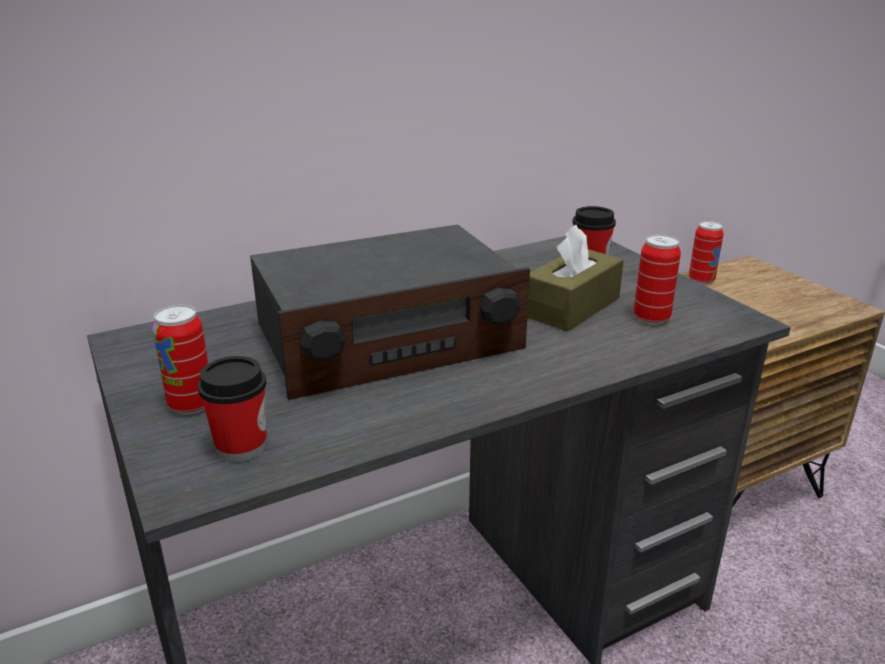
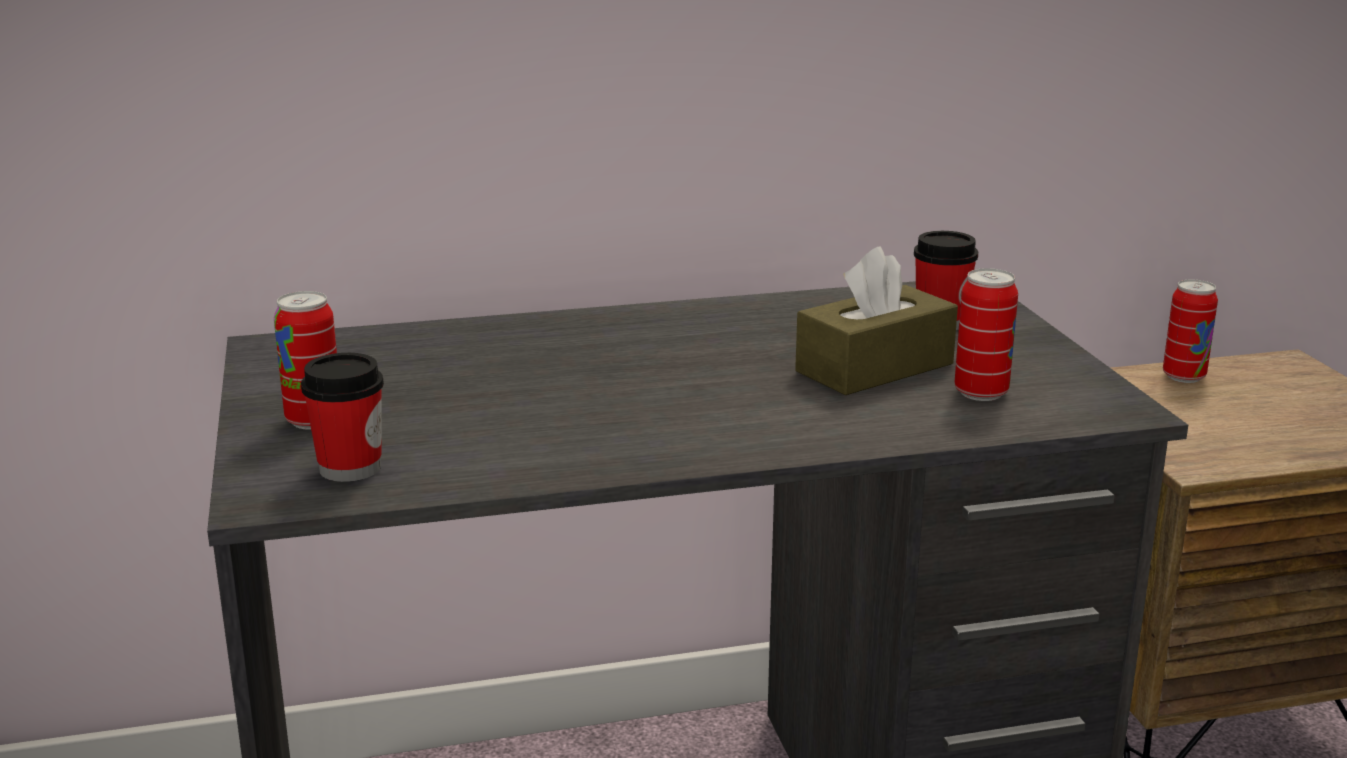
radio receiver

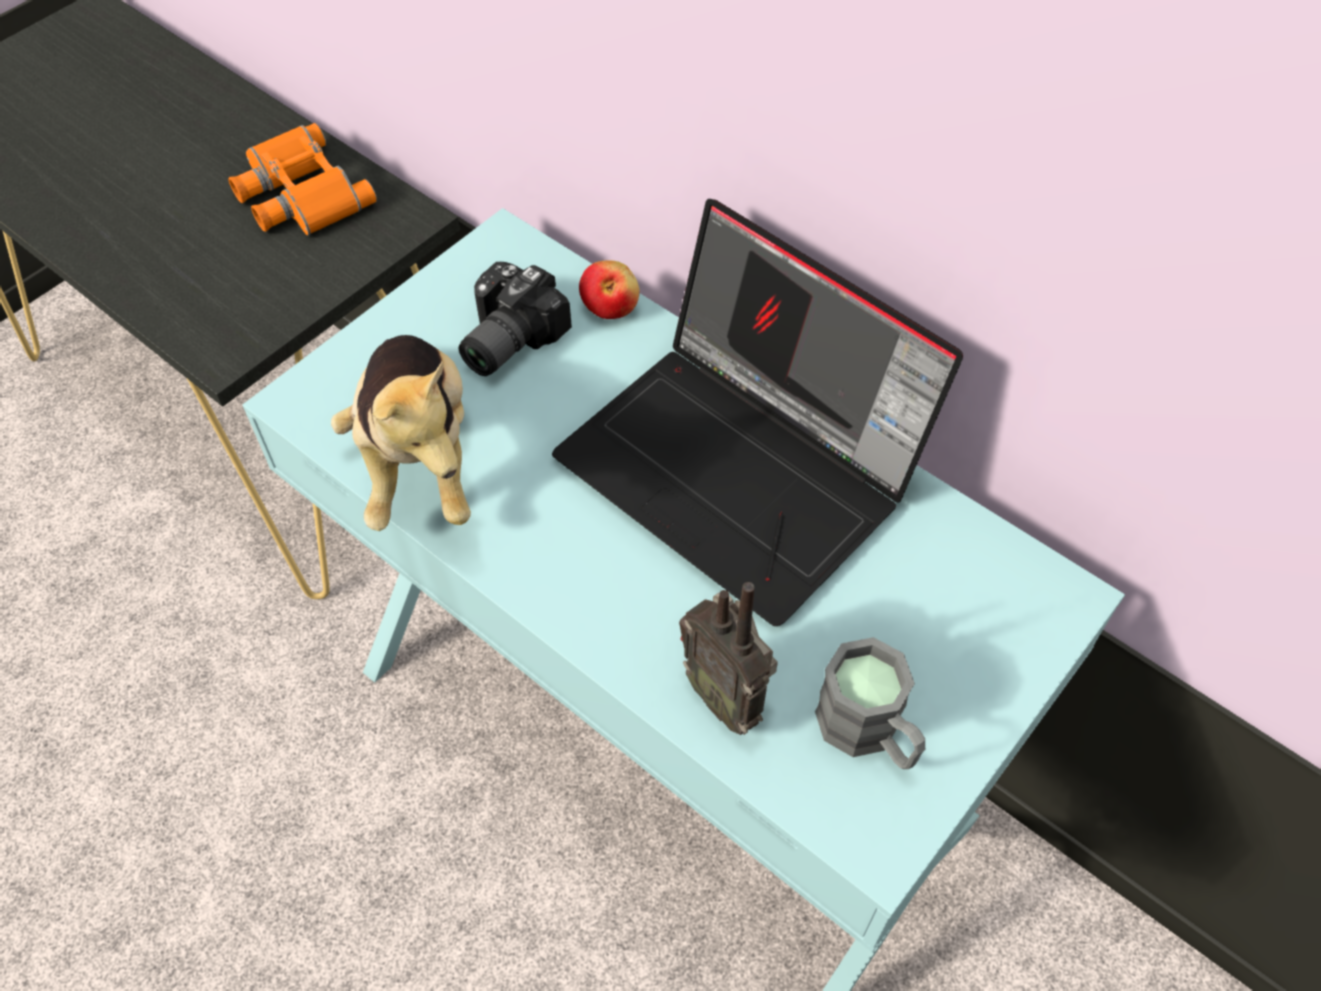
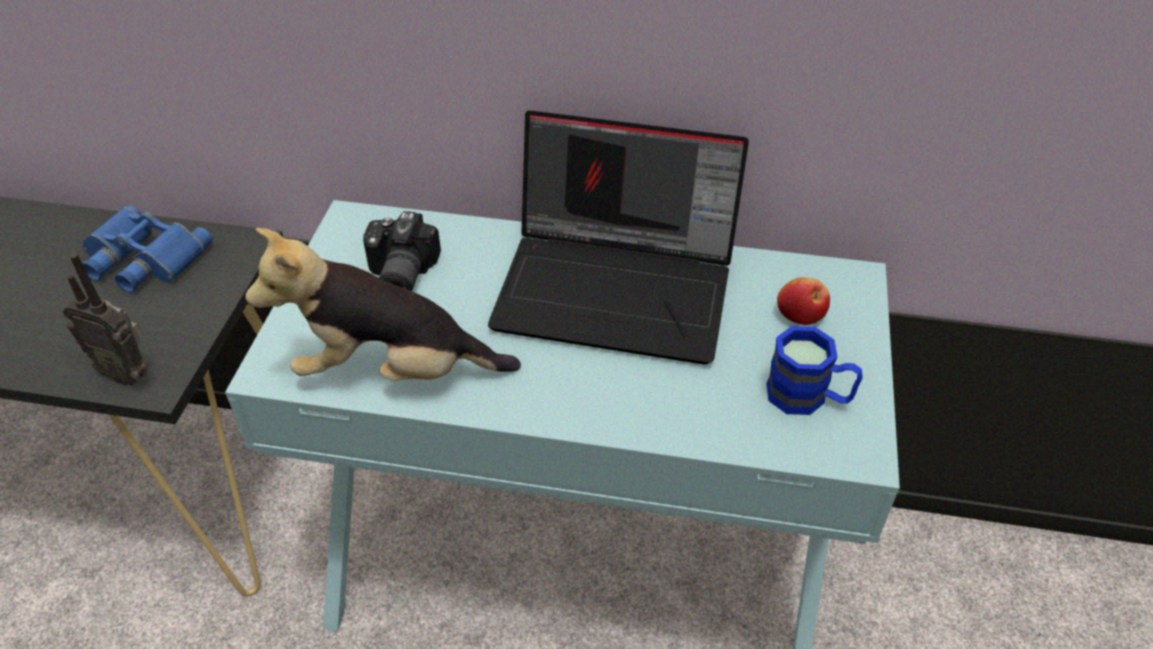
field glasses (bluish)
apple fruit
soft toy
radio receiver
mug (bluish)

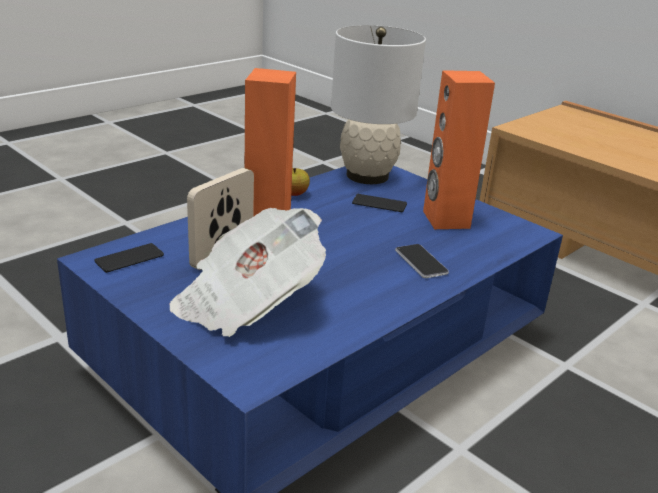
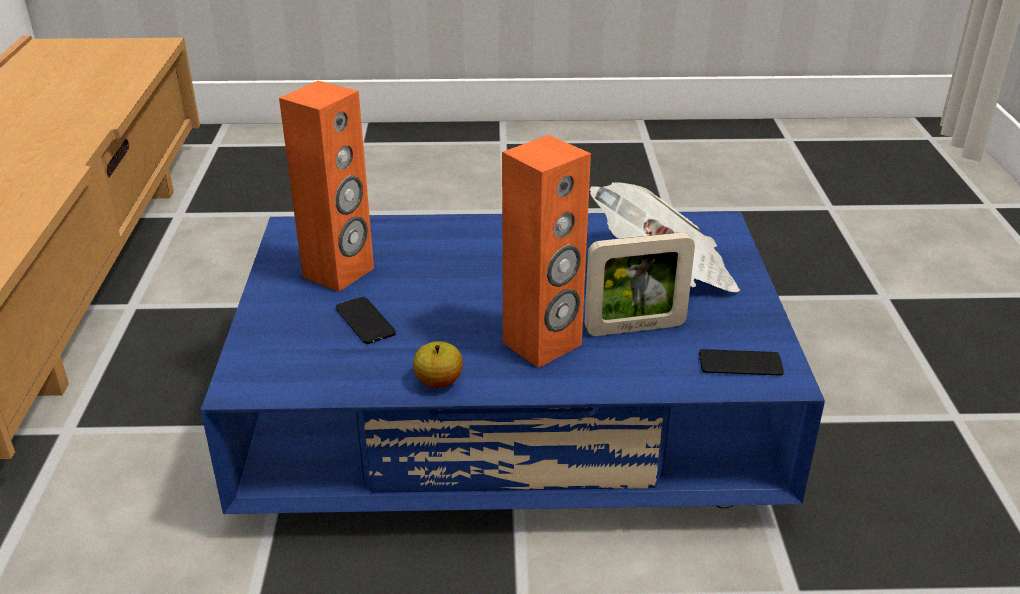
tabletop lamp (white)
phone (no. 3 from left in the first image)

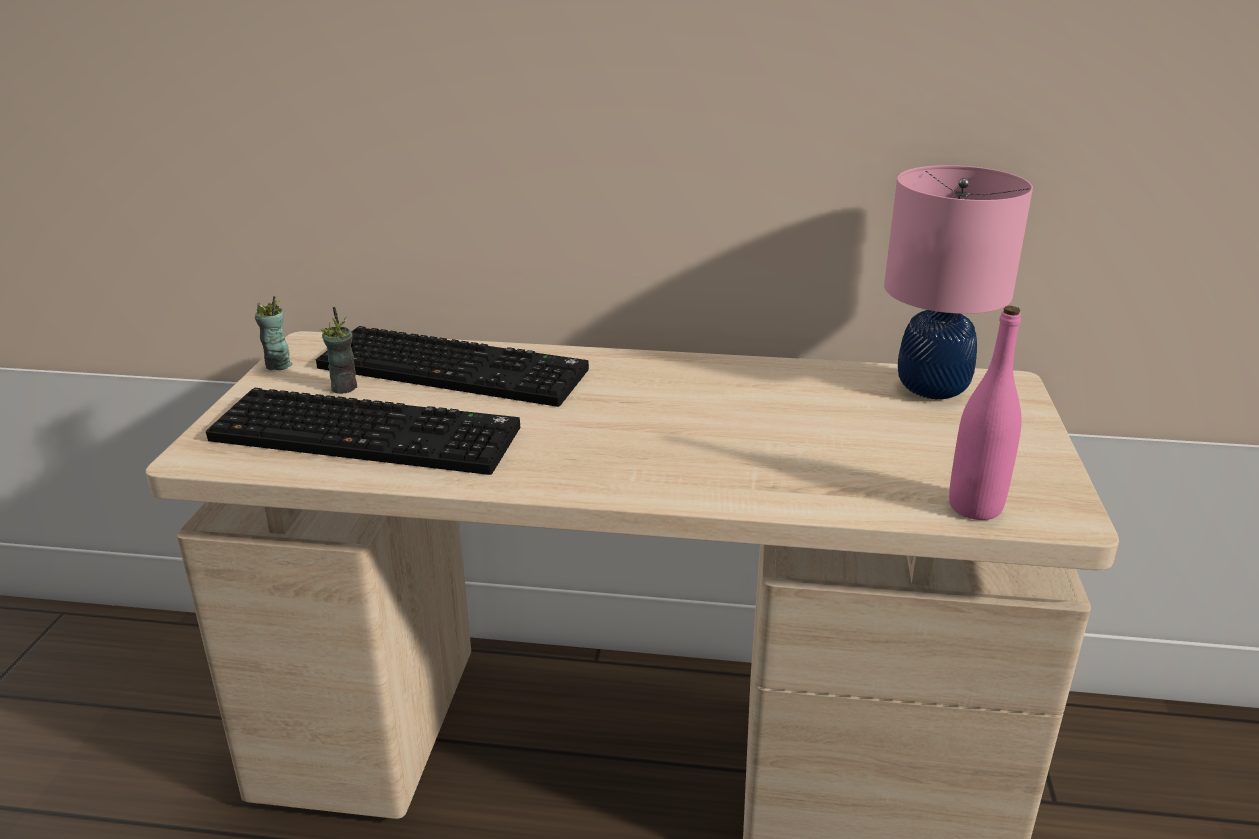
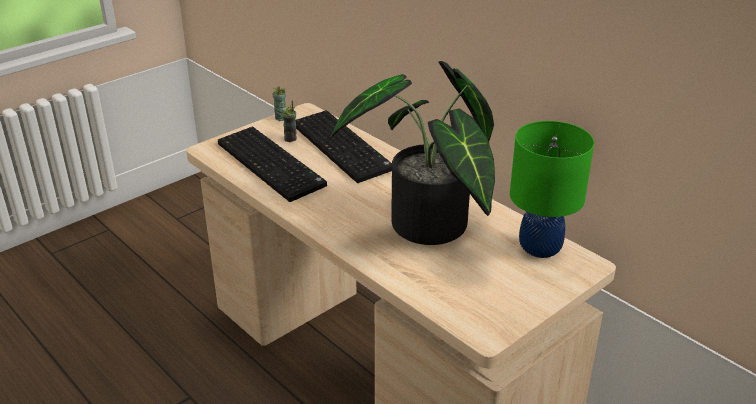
tabletop lamp (green)
beverage bottle (pink-coloured)
plant in a pot

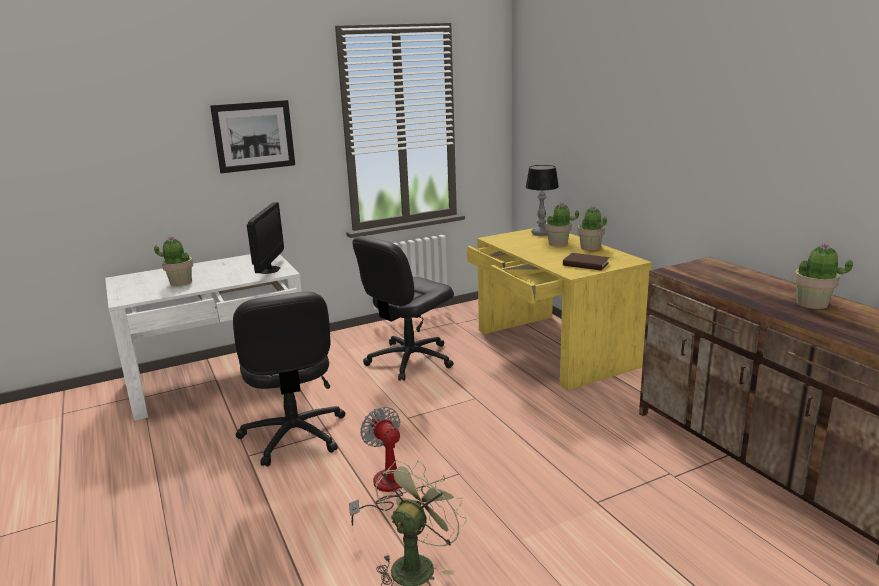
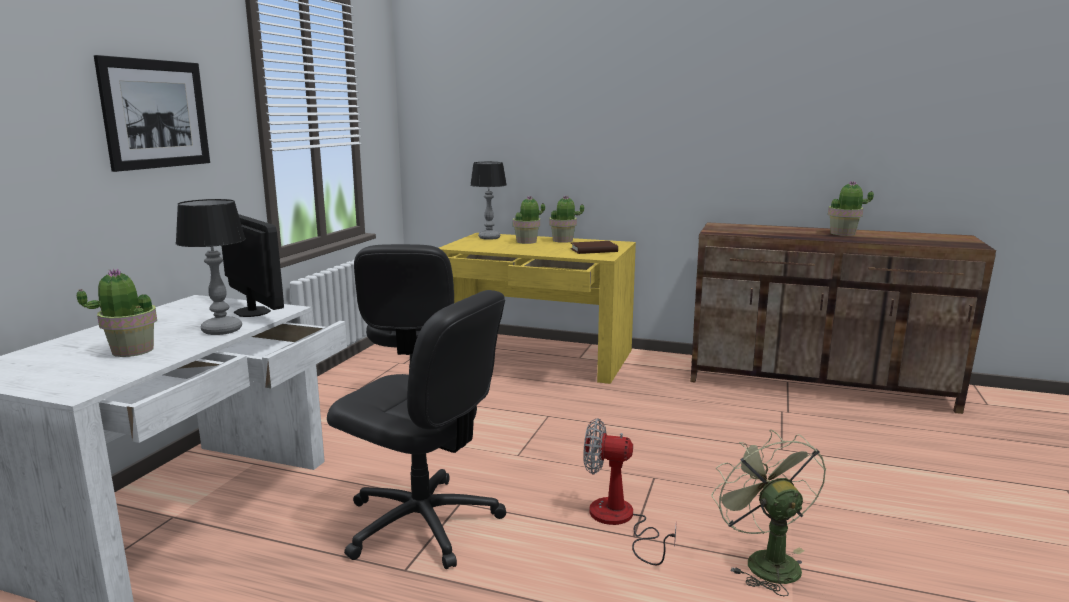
tabletop lamp (no. 1 from left)

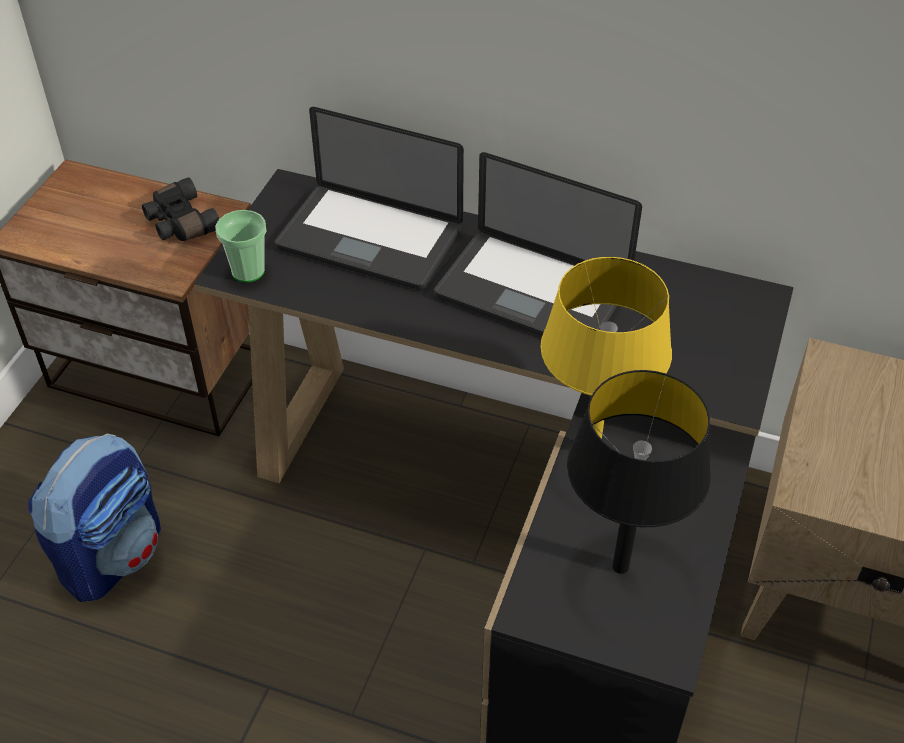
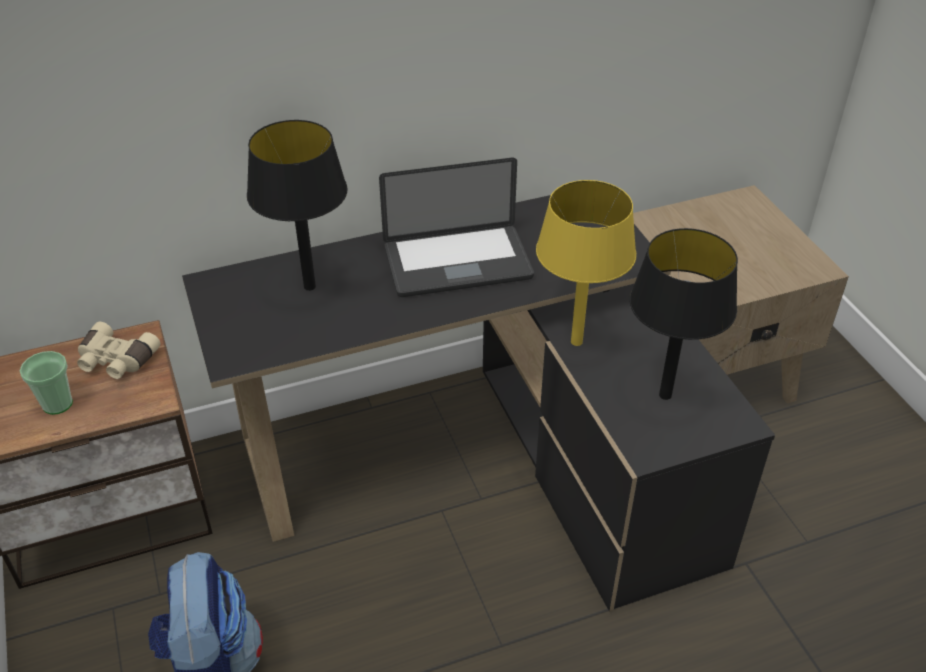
tabletop lamp (black) (no. 1 from left)
field glasses (beige-coloured)
drinking cup

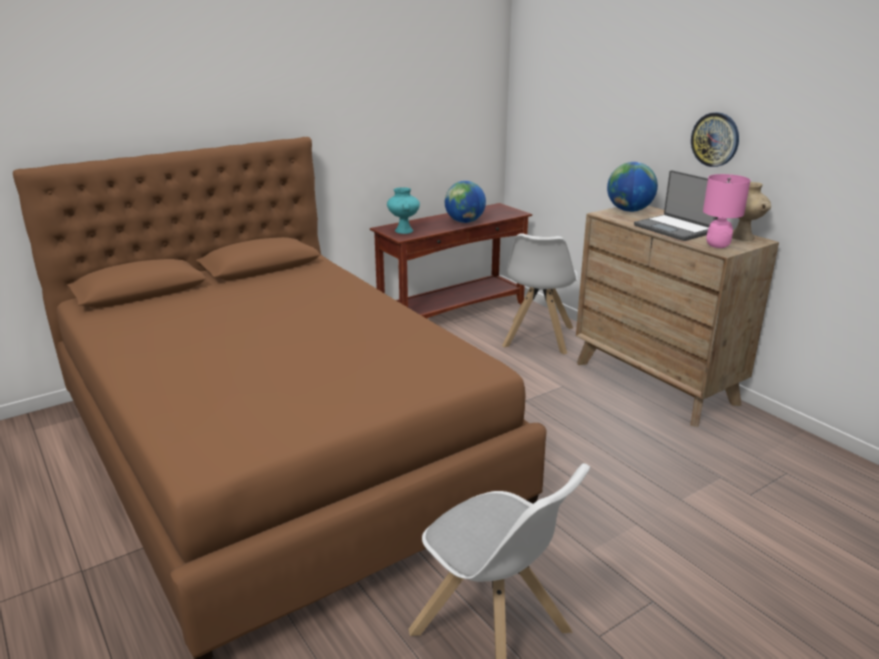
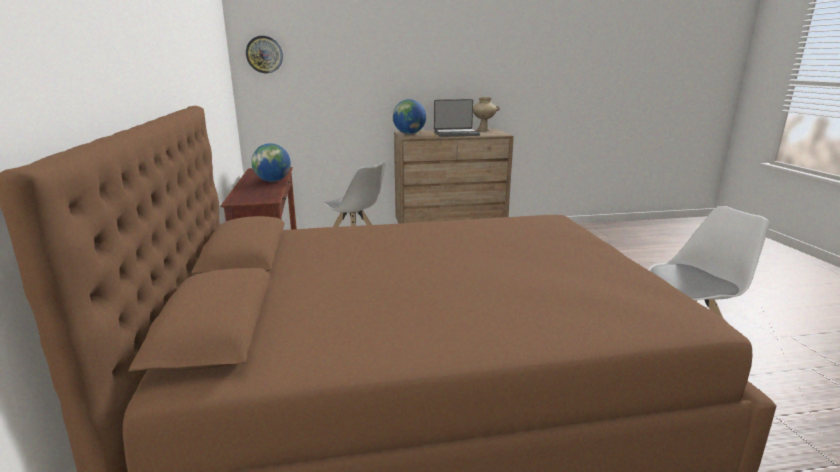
hanging clock
tabletop lamp (pink-coloured)
vase (turquoise-coloured)

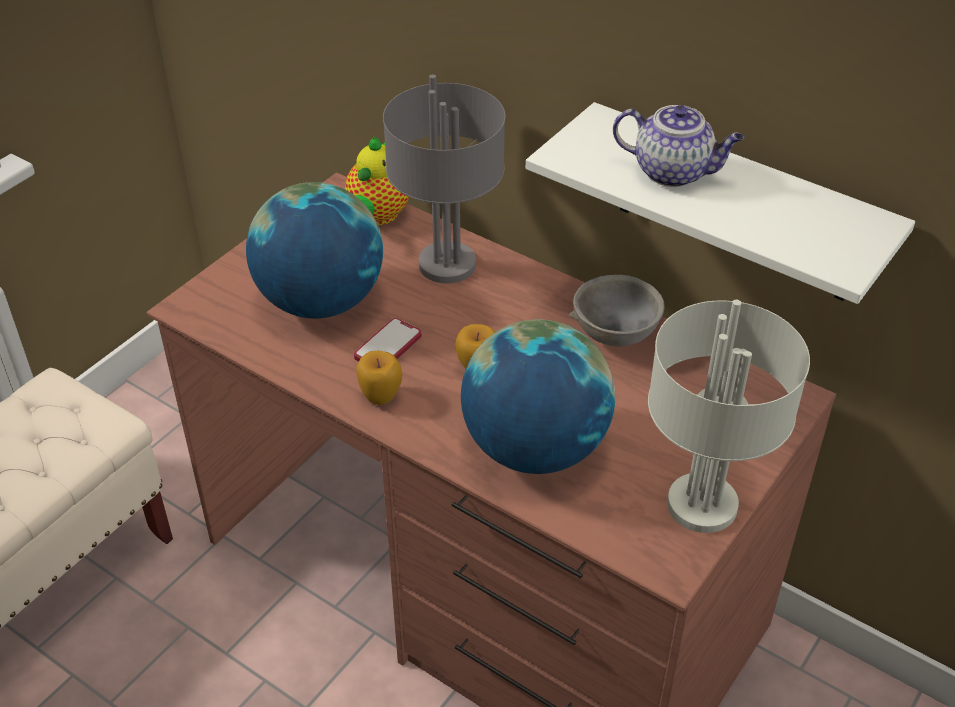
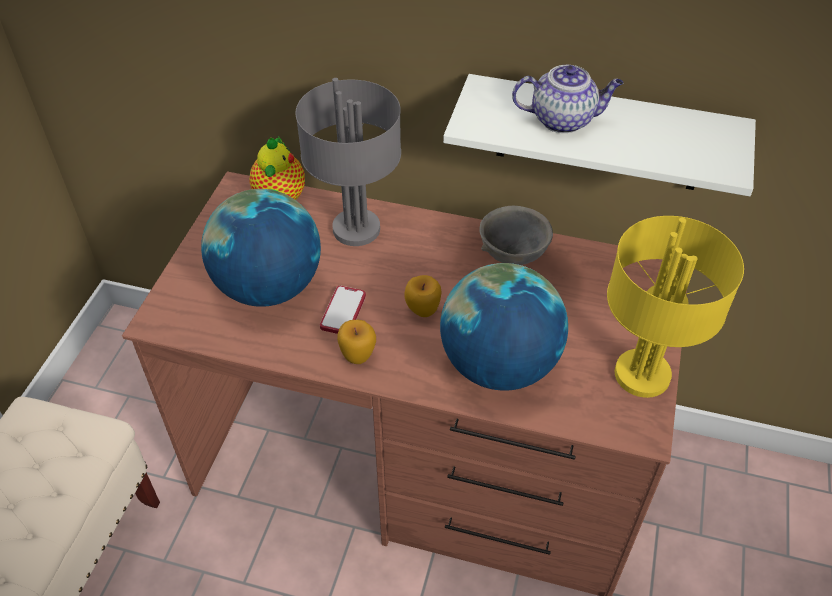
tabletop lamp (yellow)

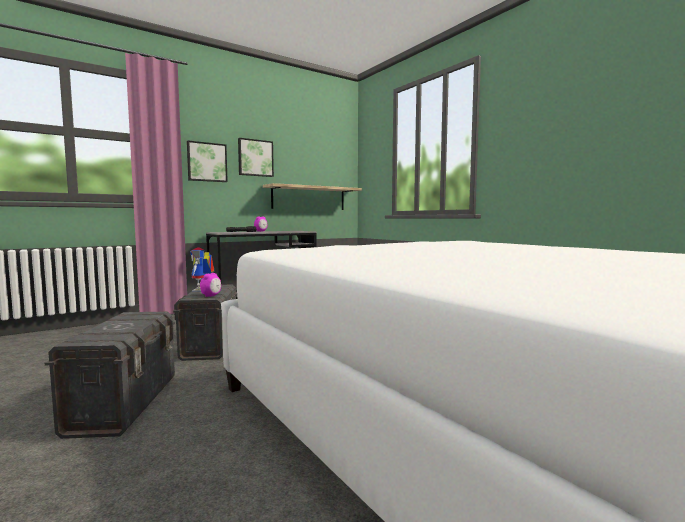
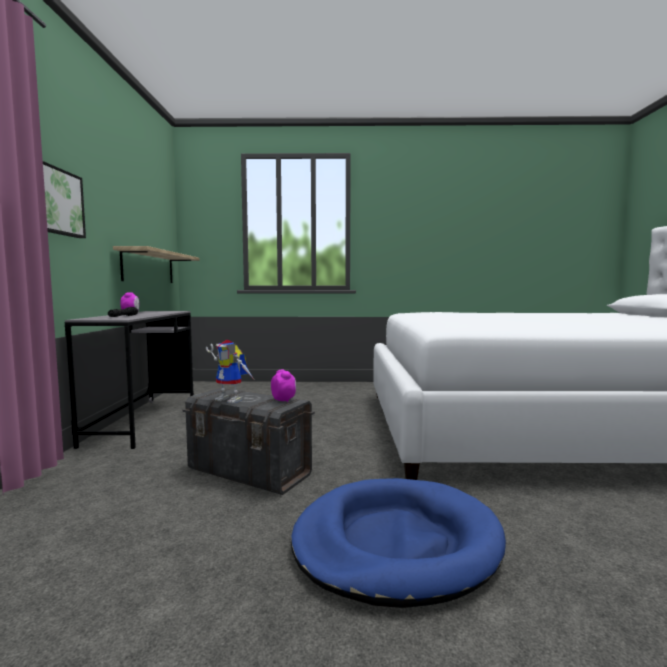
picture (no. 2 from left in the first image)
dog cushion (bluish)

